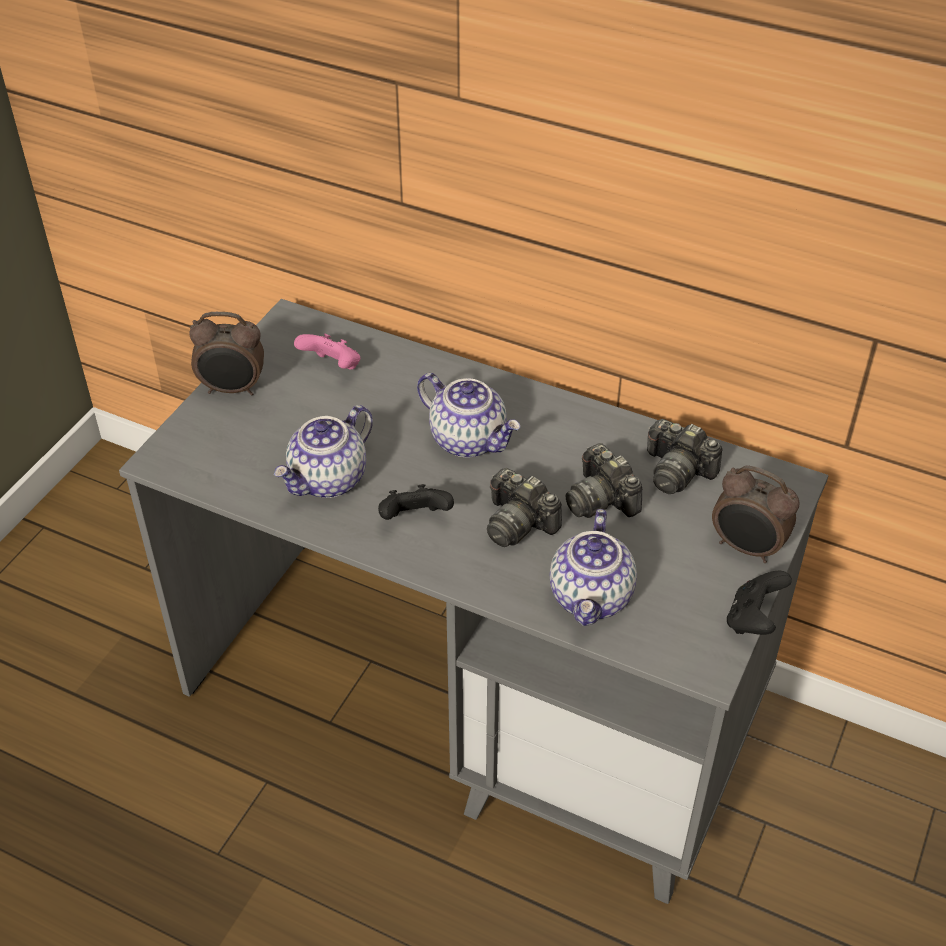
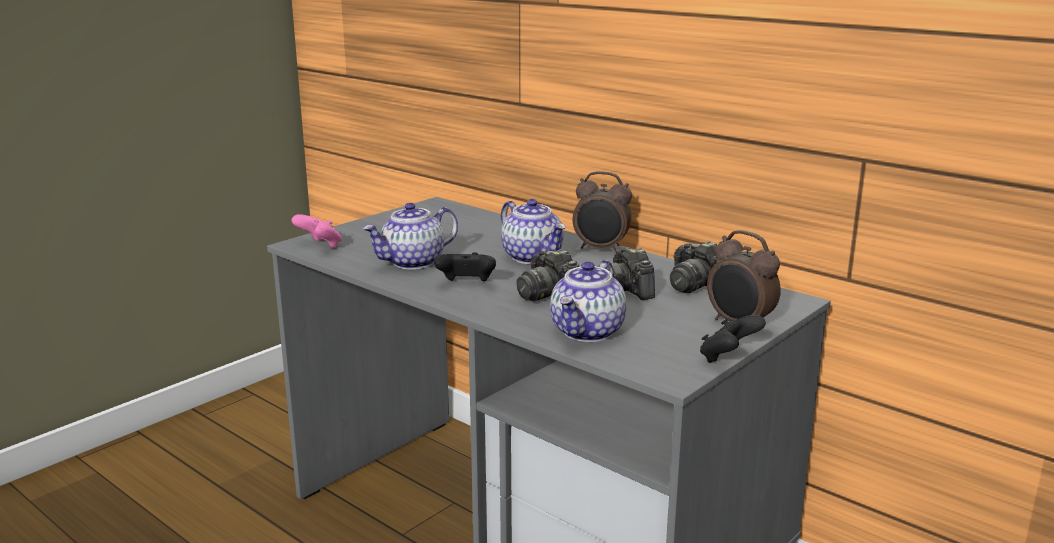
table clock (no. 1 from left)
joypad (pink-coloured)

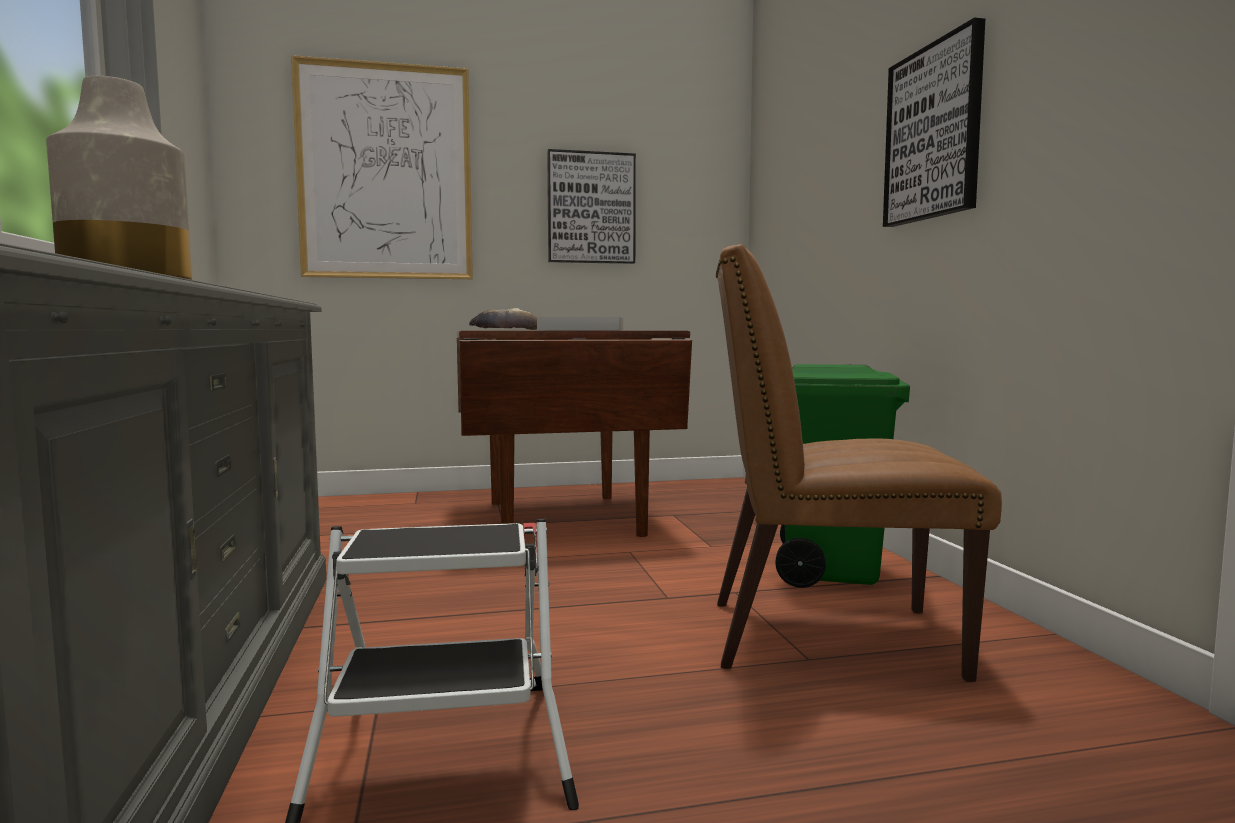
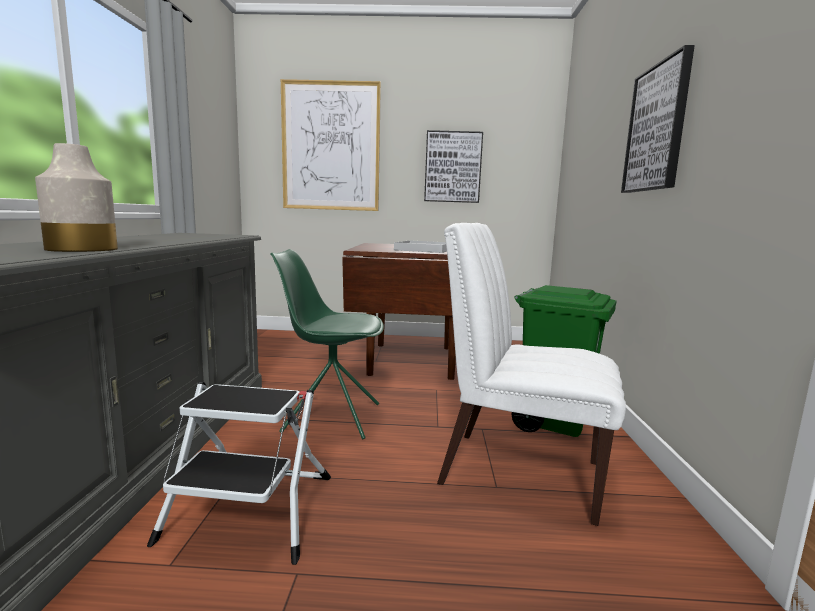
chair (white)
bakery bread
chair (green)

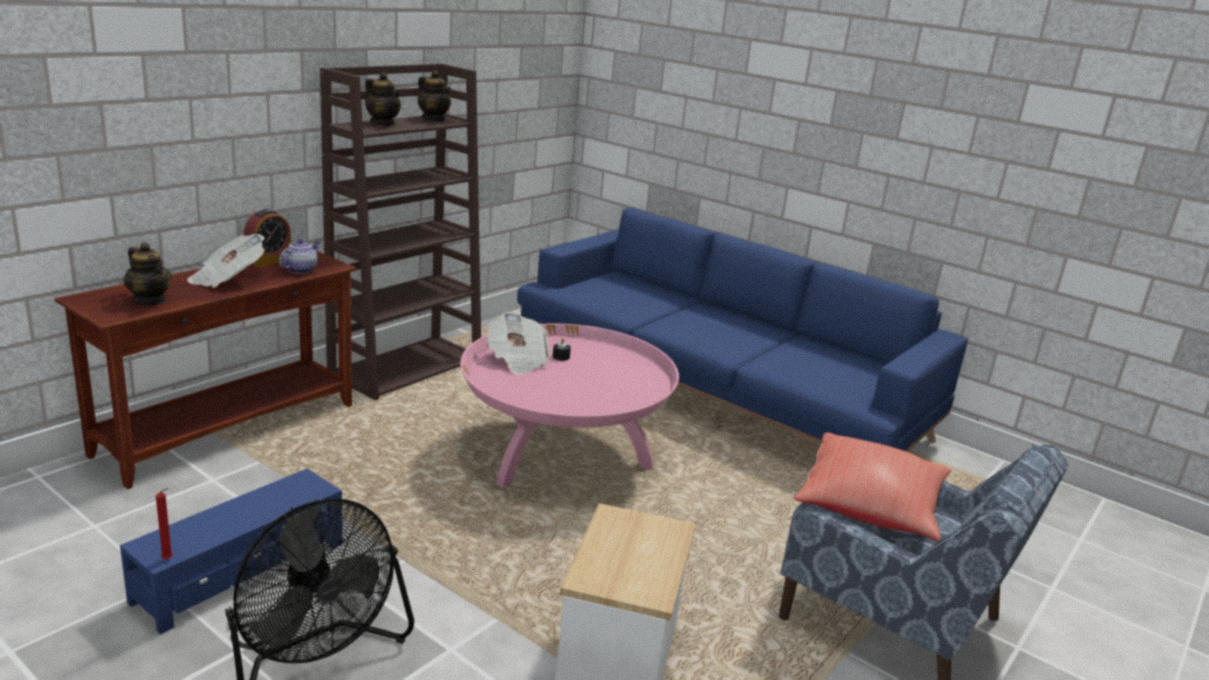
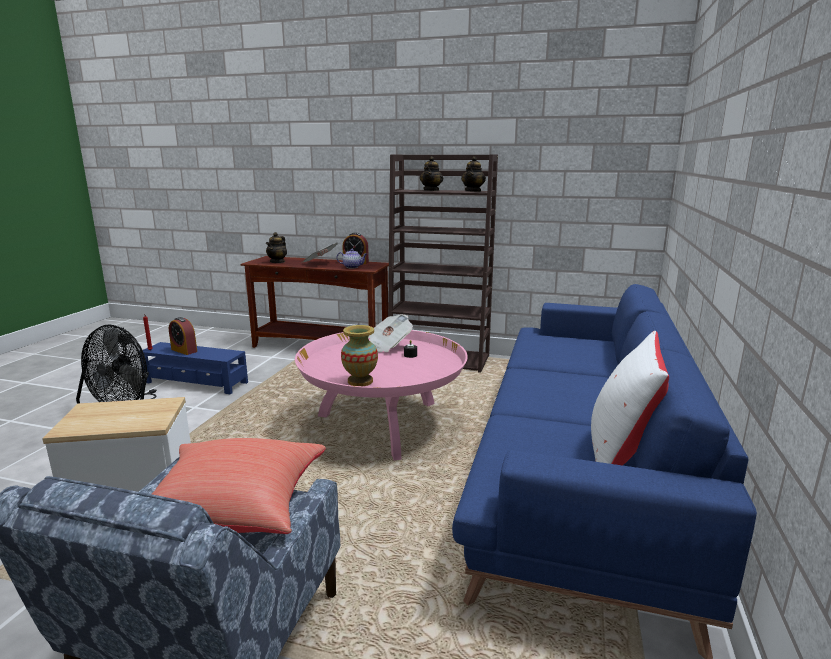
table clock (no. 1 from left)
vase
throw pillow (white)

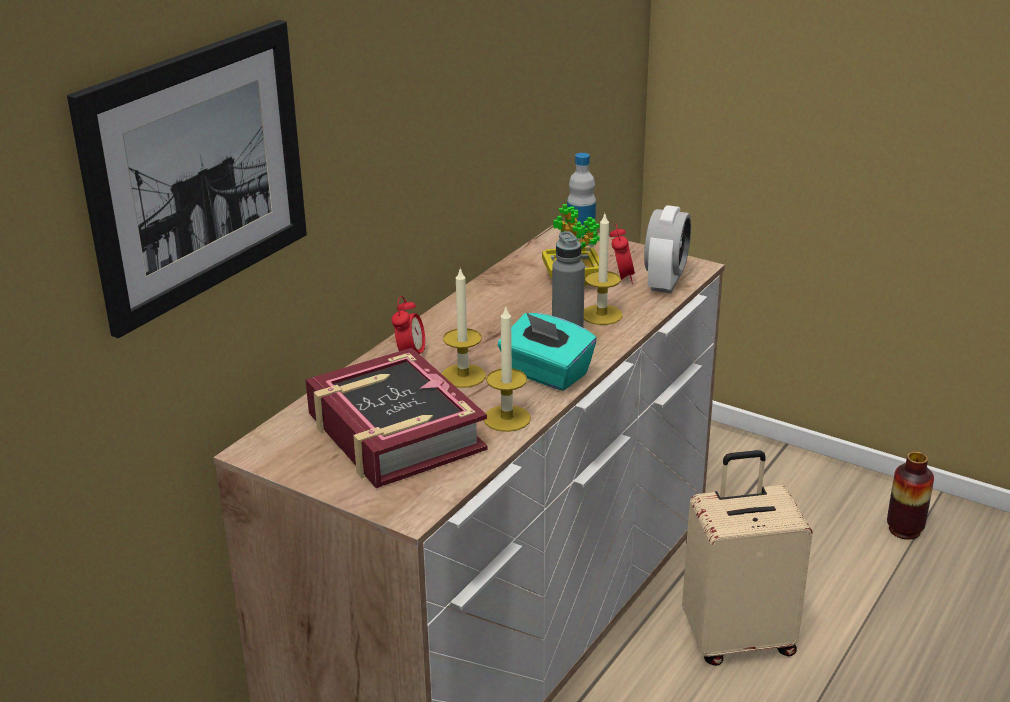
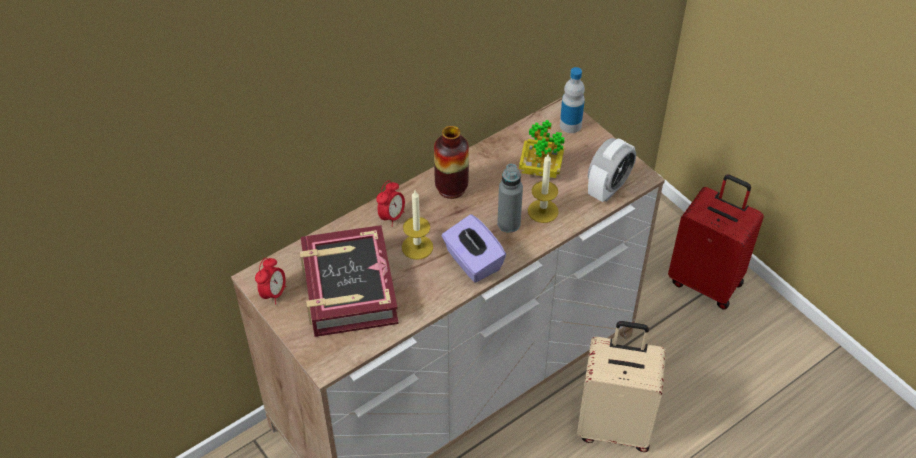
picture
table clock (no. 1 from left)
wax light (no. 2 from left in the first image)
tissue holder (purple-coloured)
vase
piece of luggage (red)

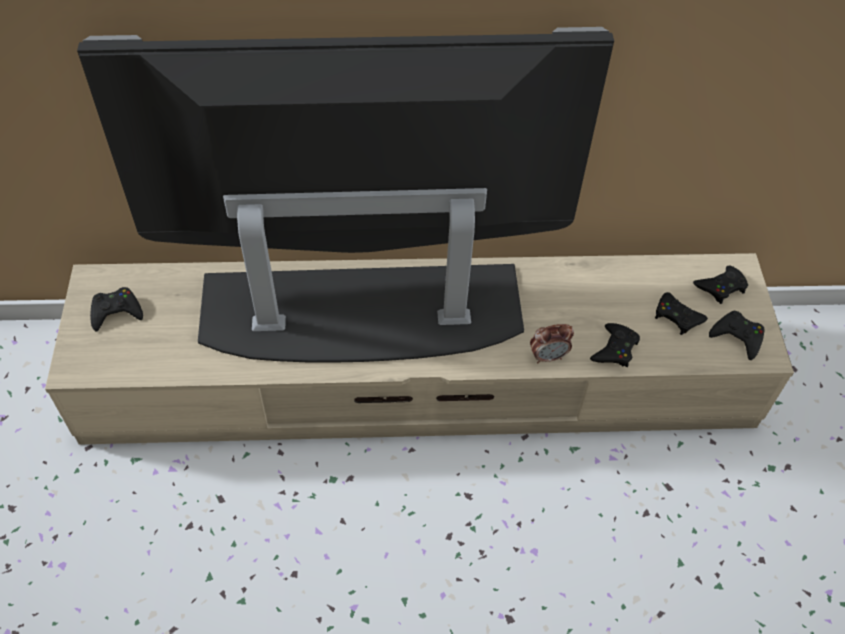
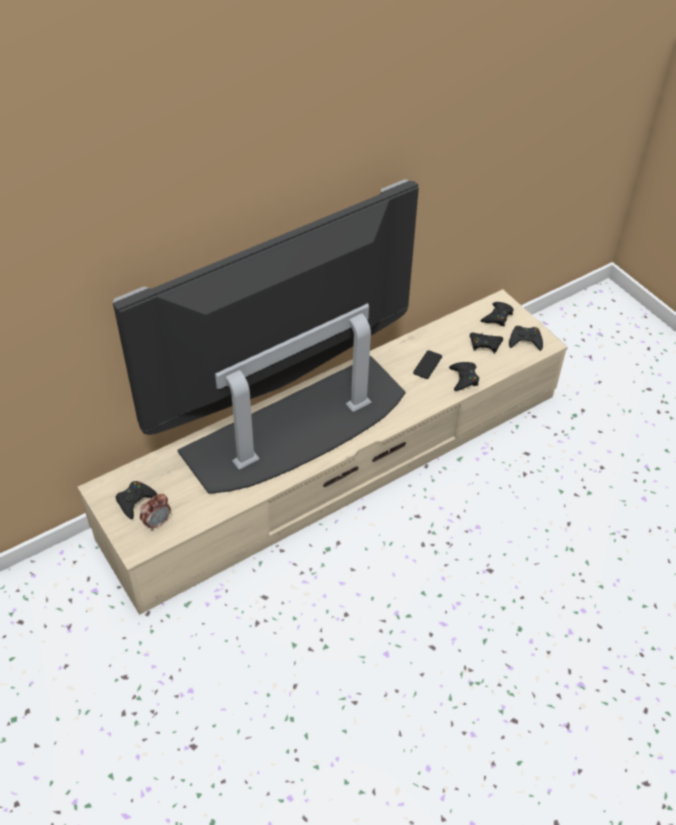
table clock
phone

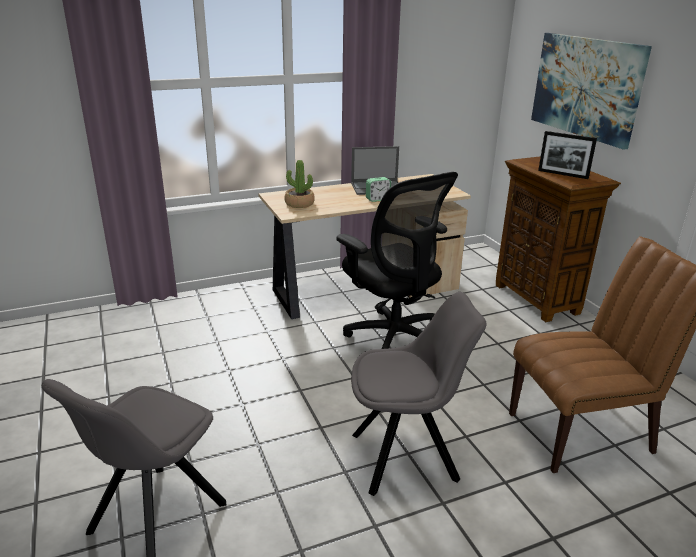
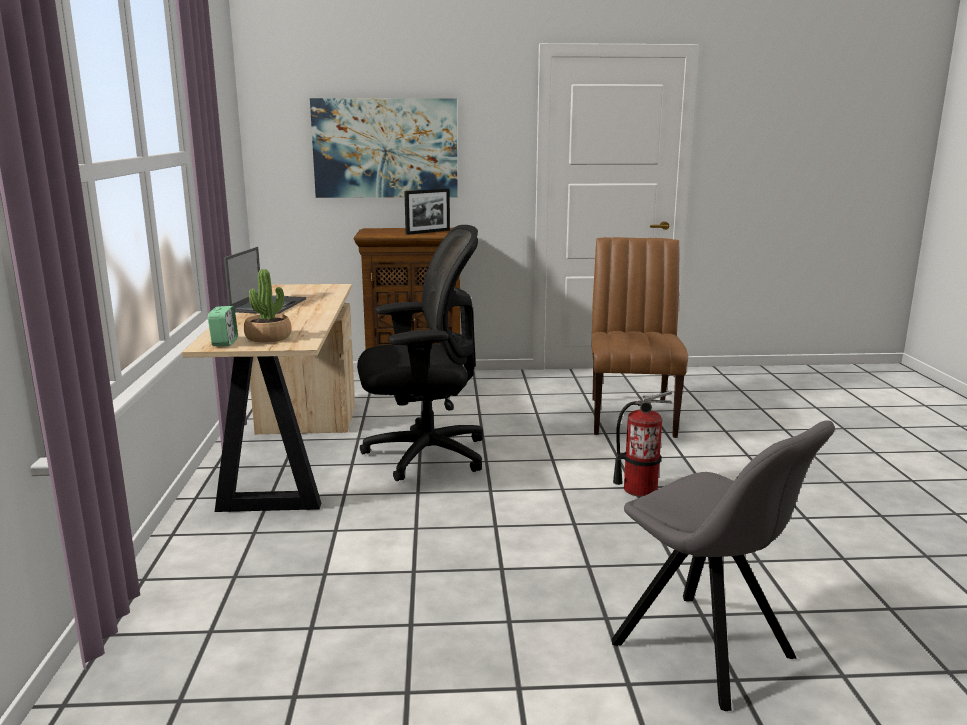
table clock
fire-fighting cylinder

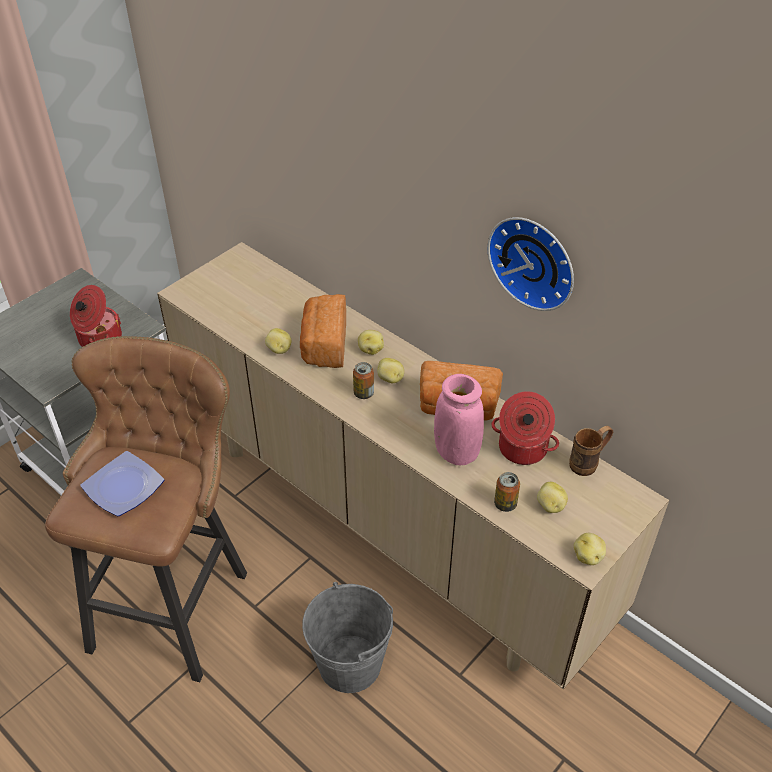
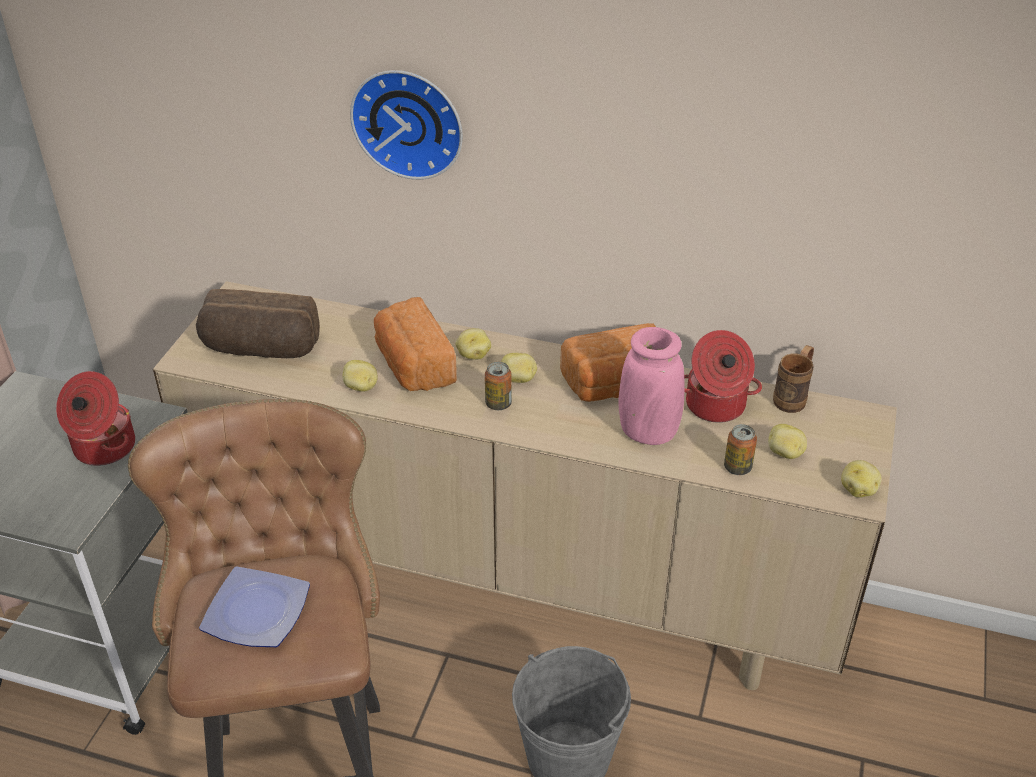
hanging clock
bakery bread (no. 1 from left)

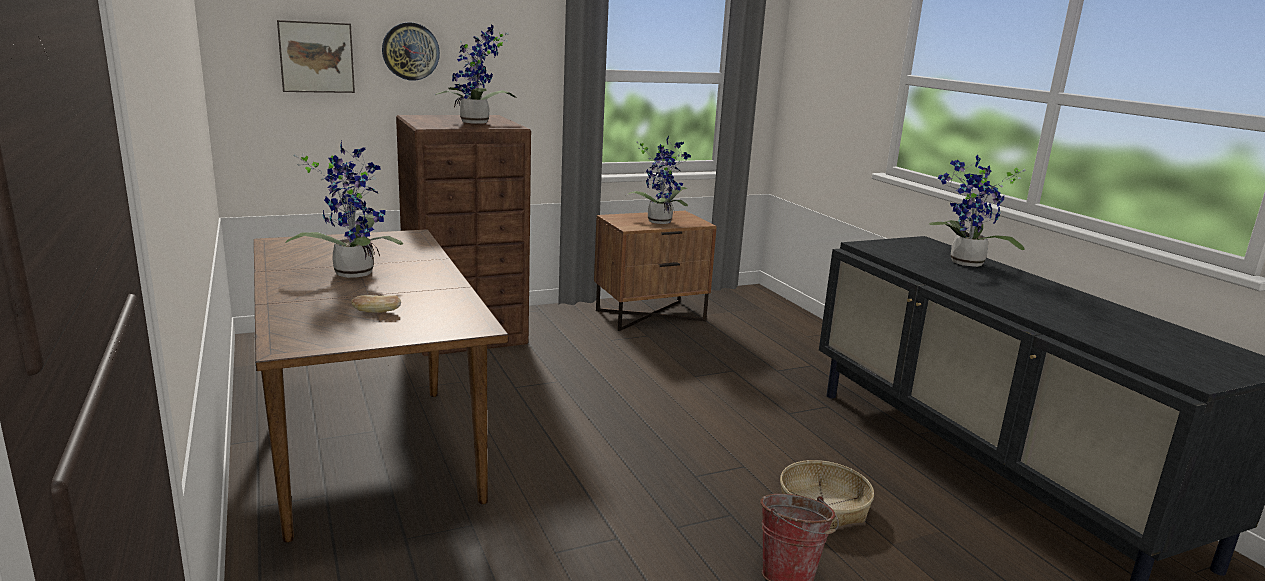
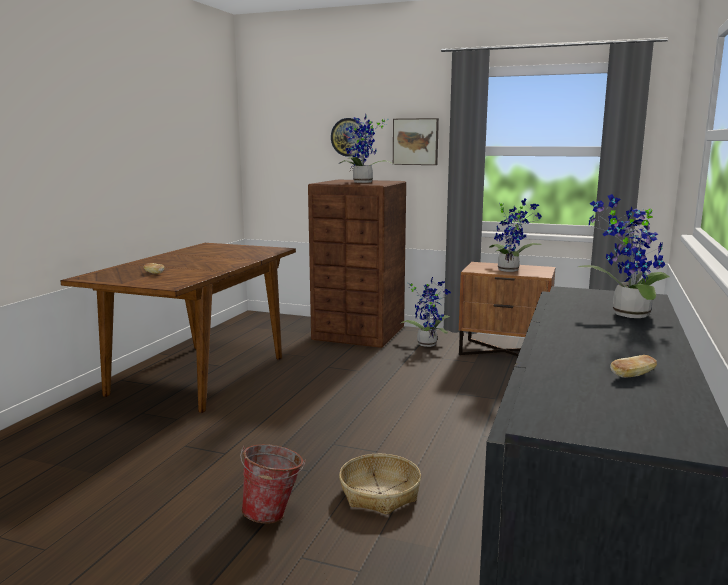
picture
plant in a pot (no. 2 from left)
bakery bread (no. 2 from left)

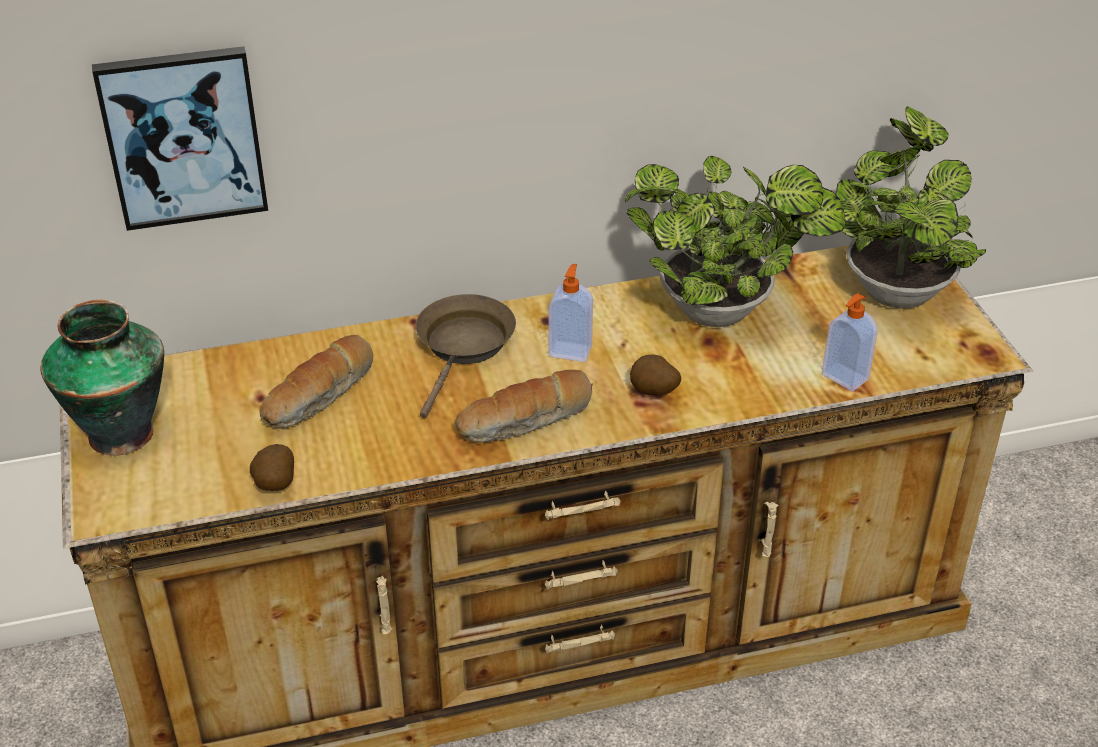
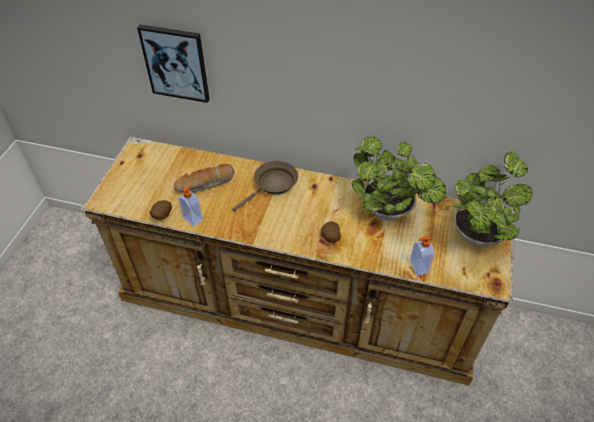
liquid soap bottle (no. 1 from left)
vase
bakery bread (no. 2 from left in the first image)

